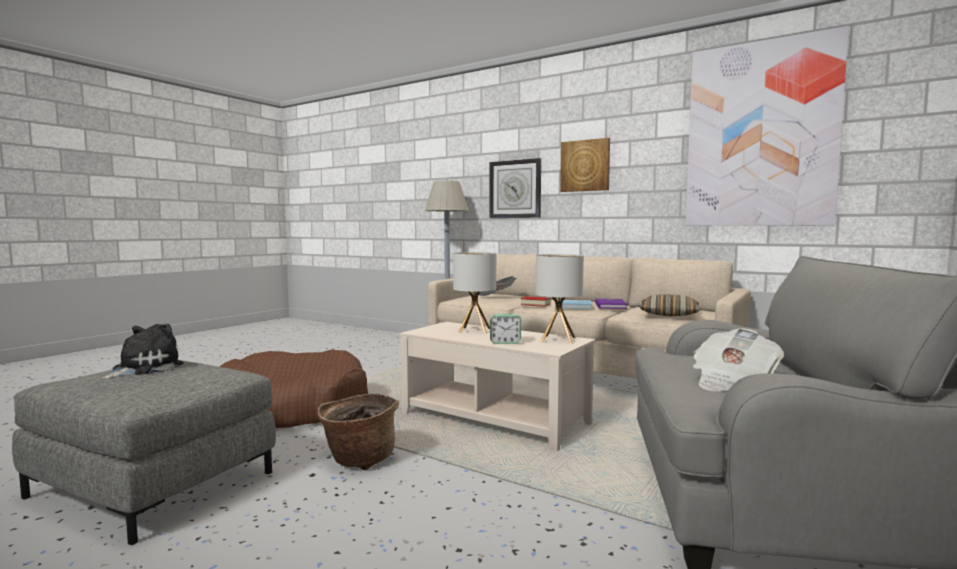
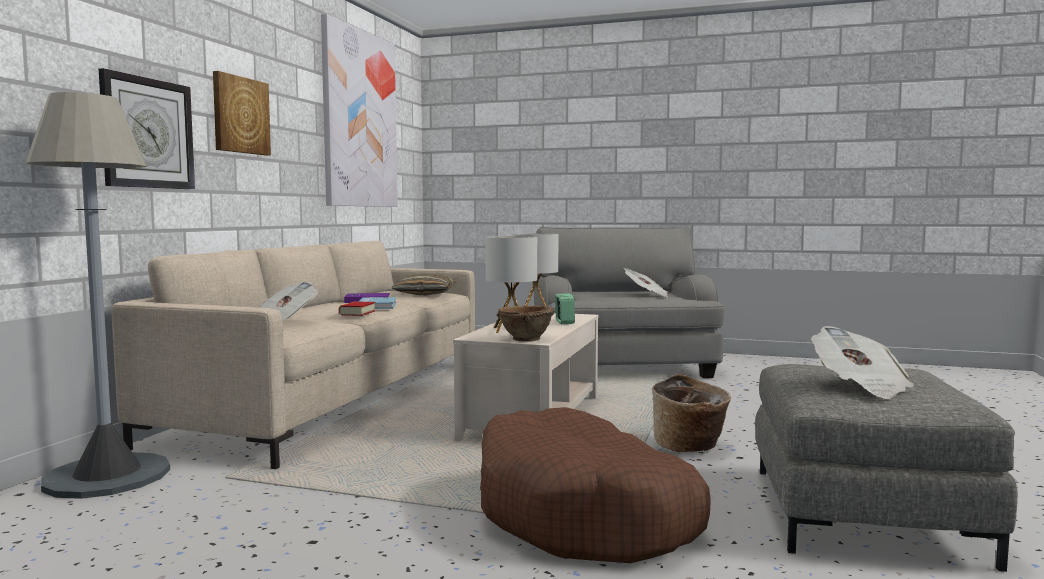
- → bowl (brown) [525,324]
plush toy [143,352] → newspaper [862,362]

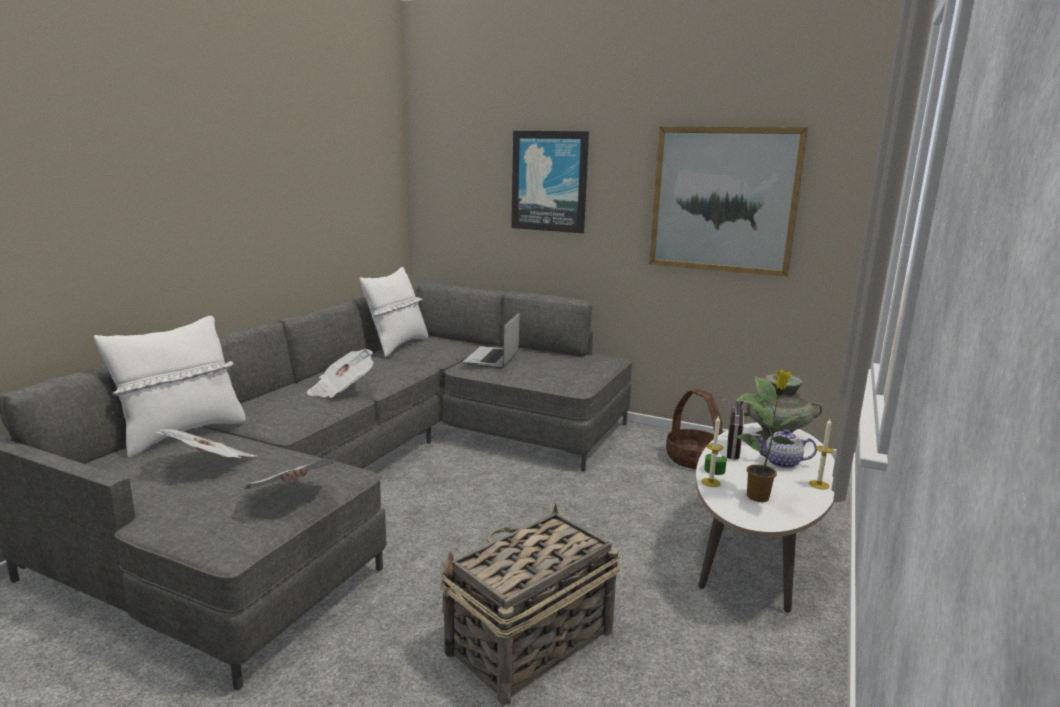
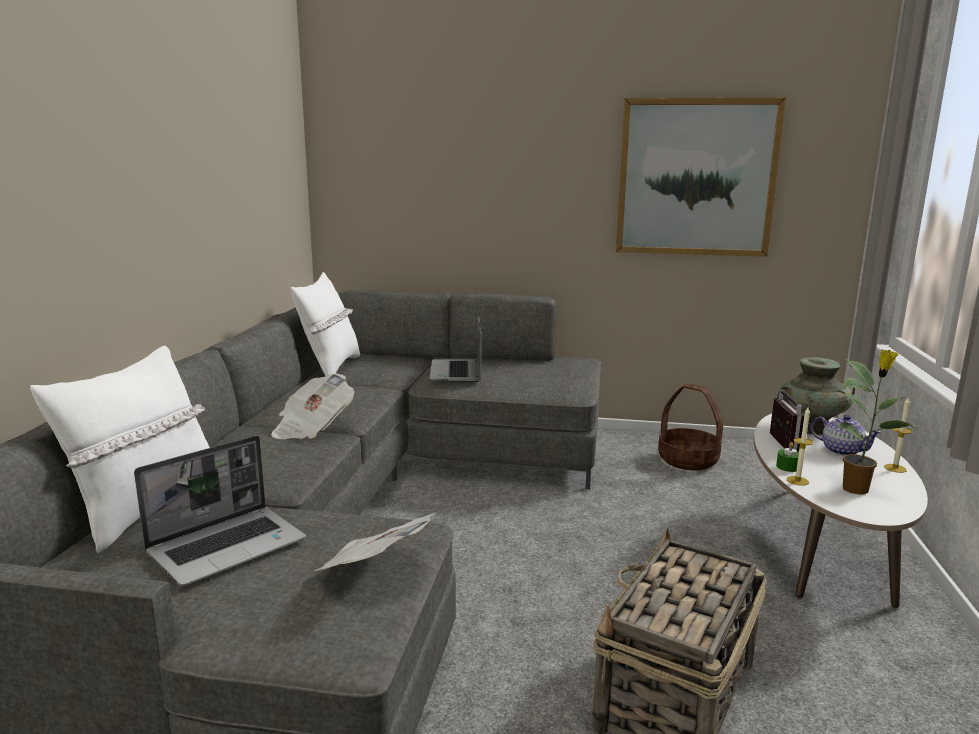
picture [550,182] → -
newspaper [206,443] → laptop [220,510]
teapot [785,448] → teapot [846,435], 135 degrees counterclockwise

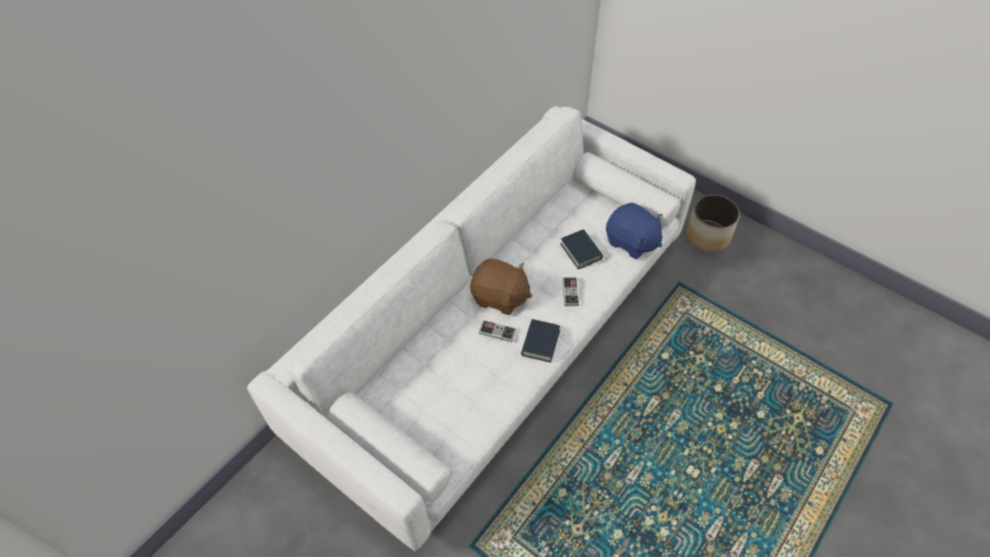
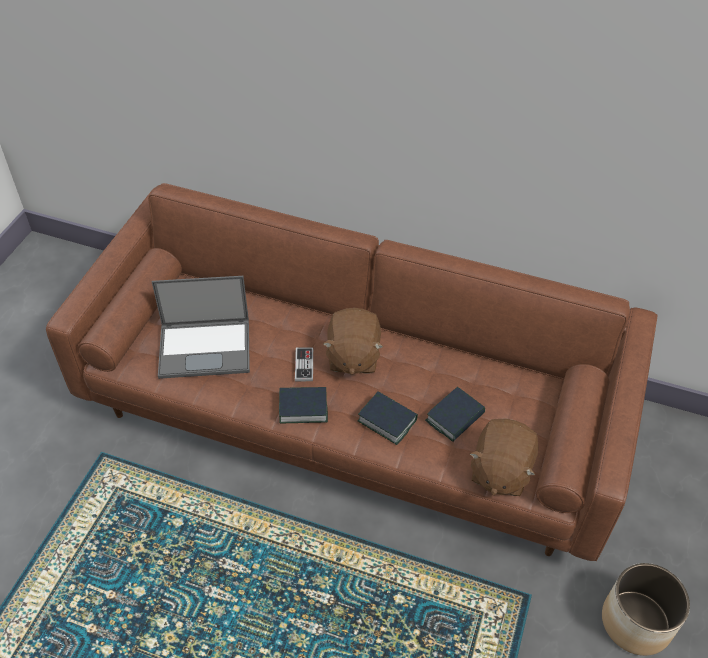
- → laptop [201,327]
game controller [570,291] → book [388,418]
sofa (white) [471,328] → sofa (brown) [352,372]
plush toy (blue) [634,231] → plush toy (brown) [504,457]

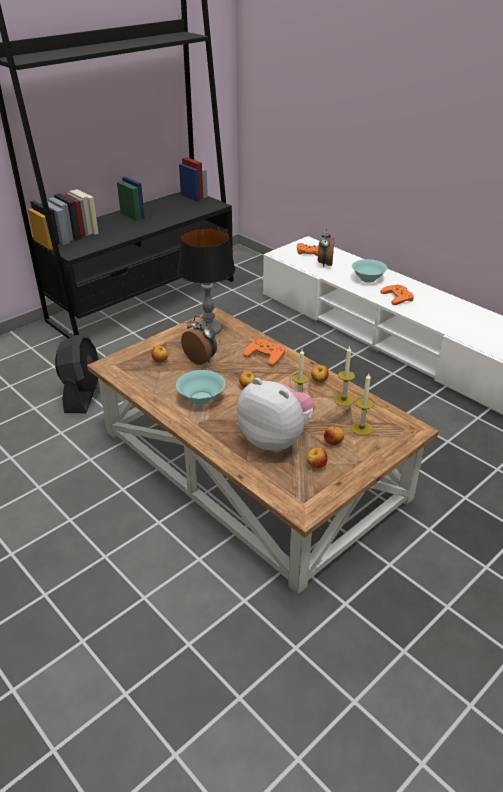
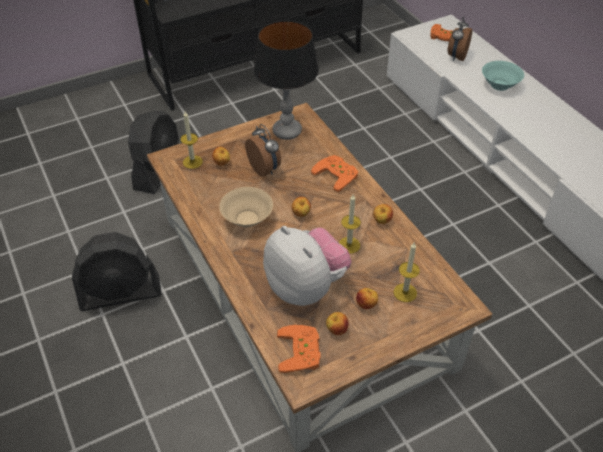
- → fan (black) [117,271]
candle [344,376] → candle [192,140], moved
game controller (orange) [397,294] → game controller (orange) [299,349], moved
bowl (turquoise) [200,387] → bowl (beige) [246,207]

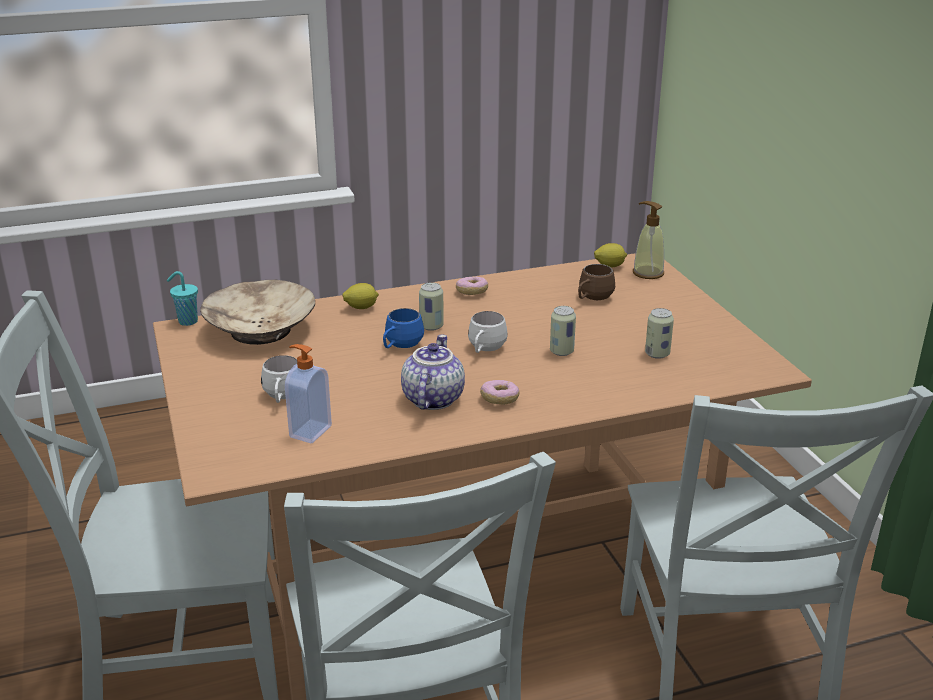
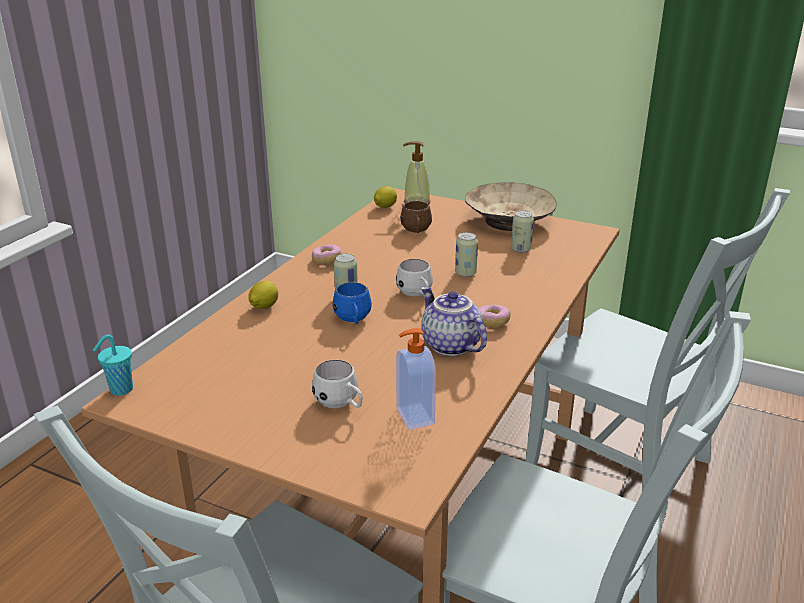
bowl (beige) [257,312] → bowl (beige) [511,206], moved

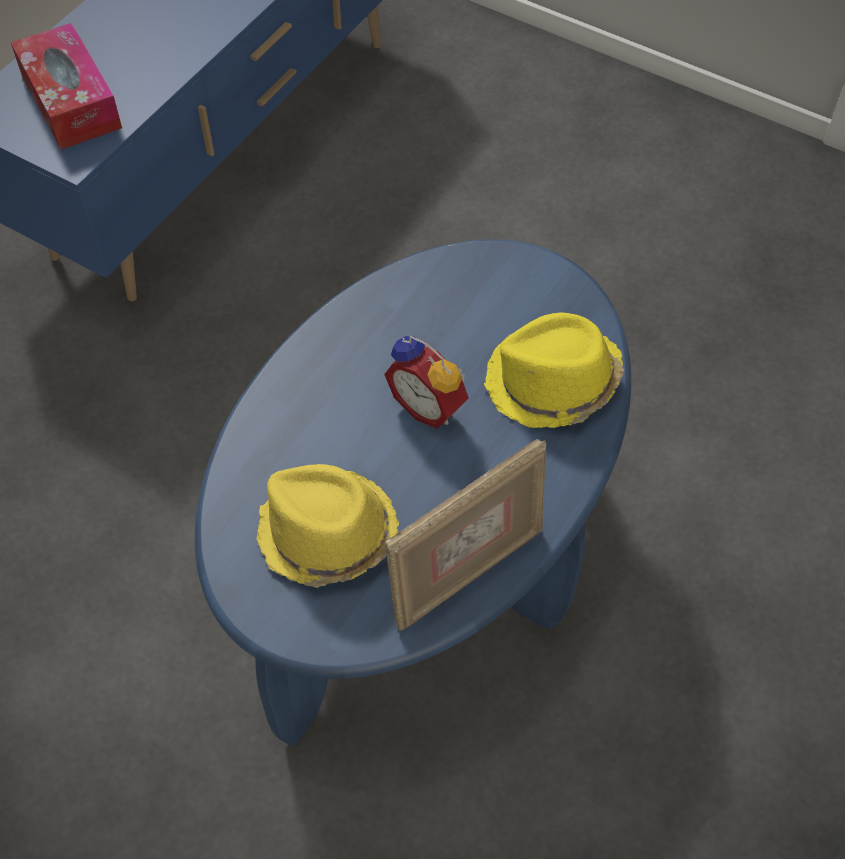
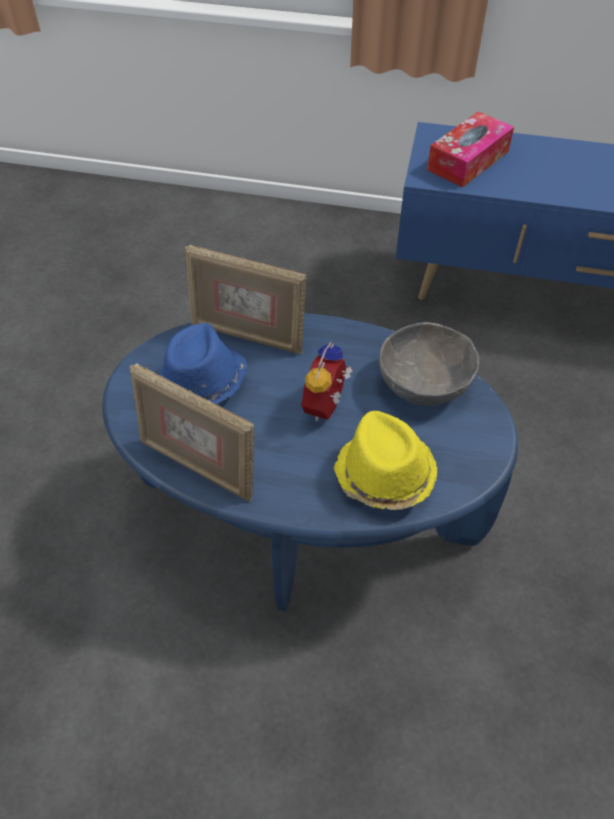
- → picture frame [245,300]
- → bowl (grey) [429,364]
hat (yellow) [328,526] → hat (blue) [203,363]

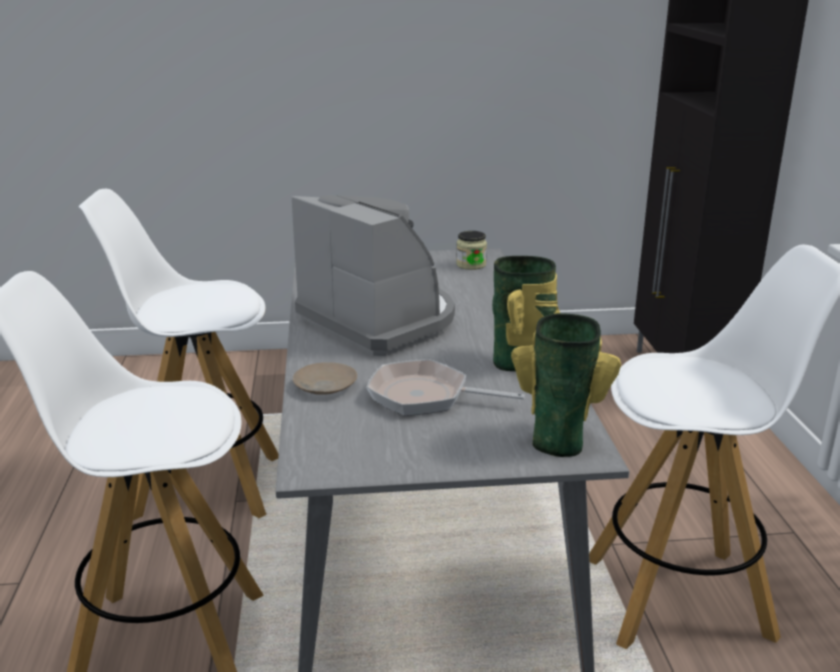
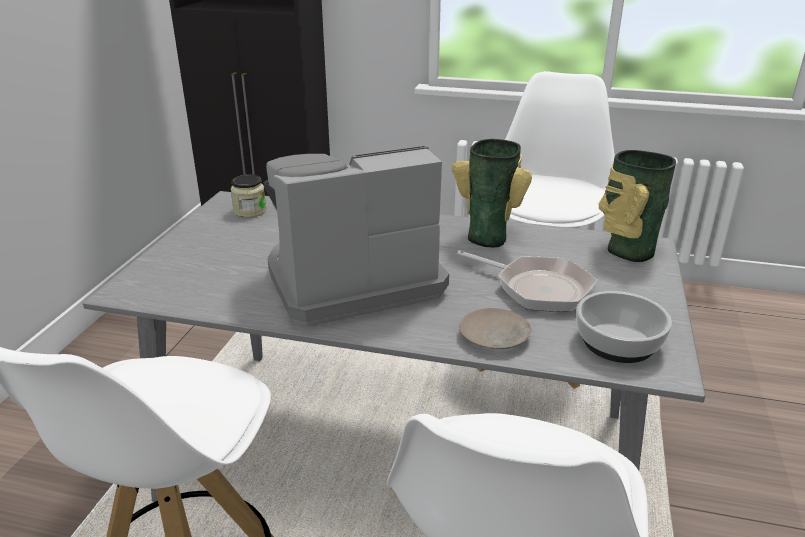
- → bowl [624,327]
frying pan [445,387] → frying pan [527,281], 90 degrees counterclockwise

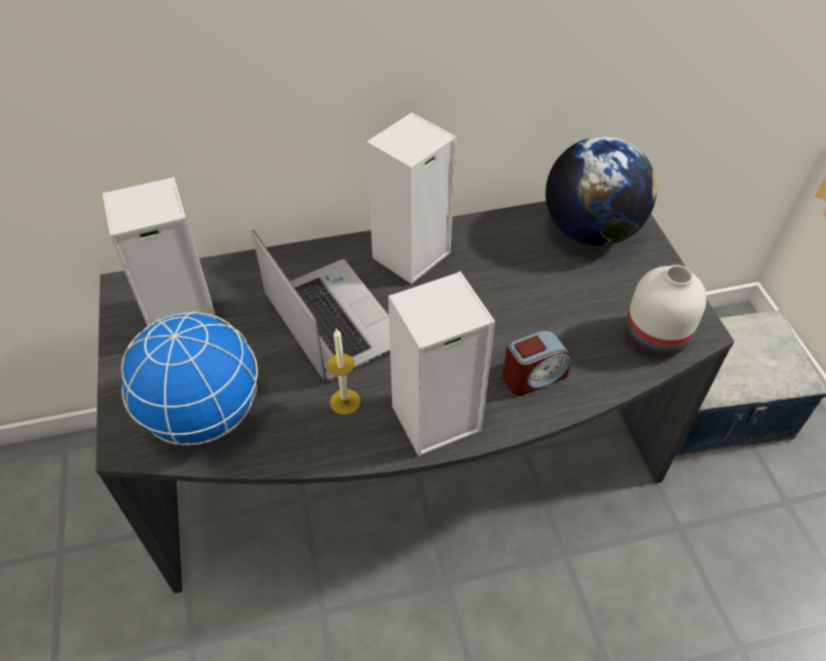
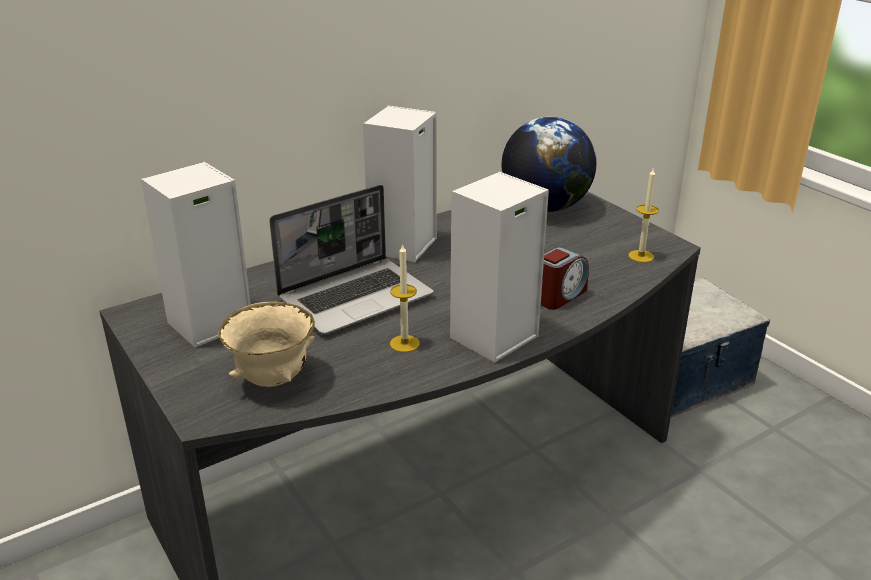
globe [189,378] → bowl (beige) [266,344]
vase (white) [666,311] → candle [644,215]
laptop [321,305] → laptop [351,259], 105 degrees clockwise

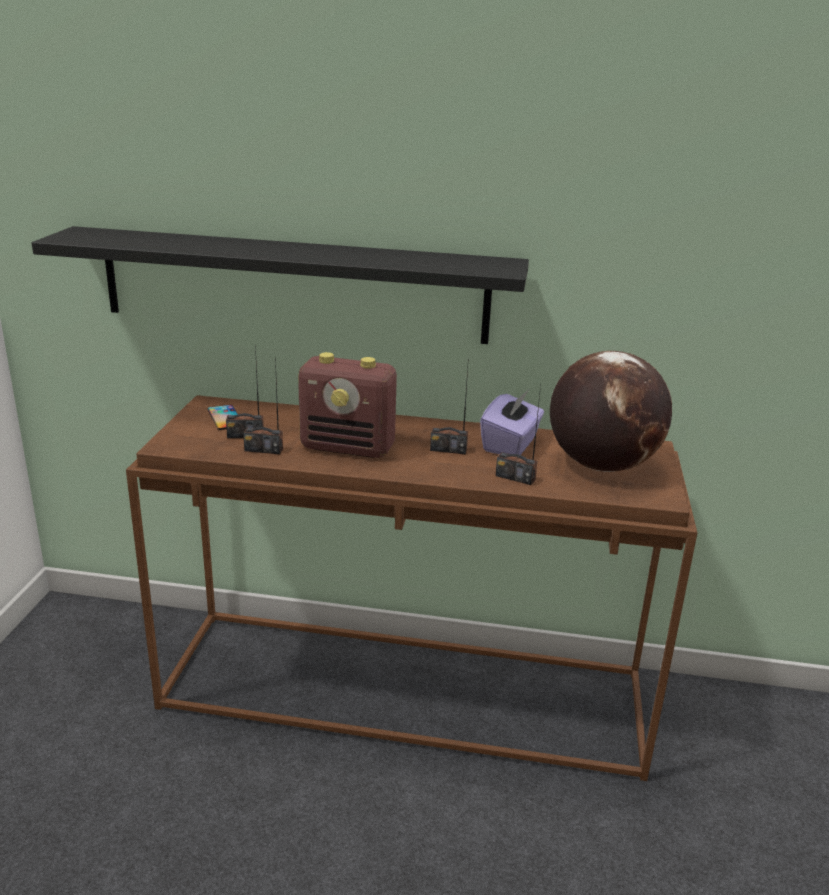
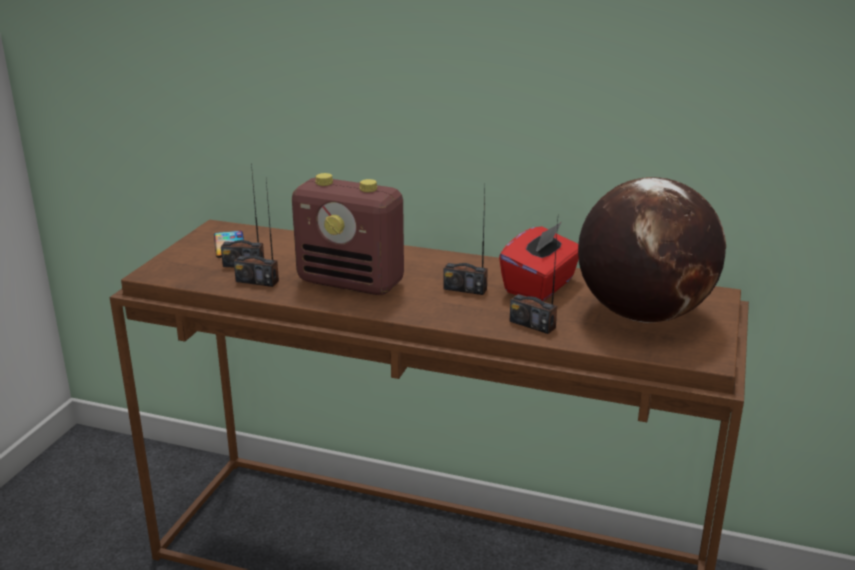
shelf (black) [280,285] → -
tissue box (purple) [512,422] → tissue box (red) [539,261]

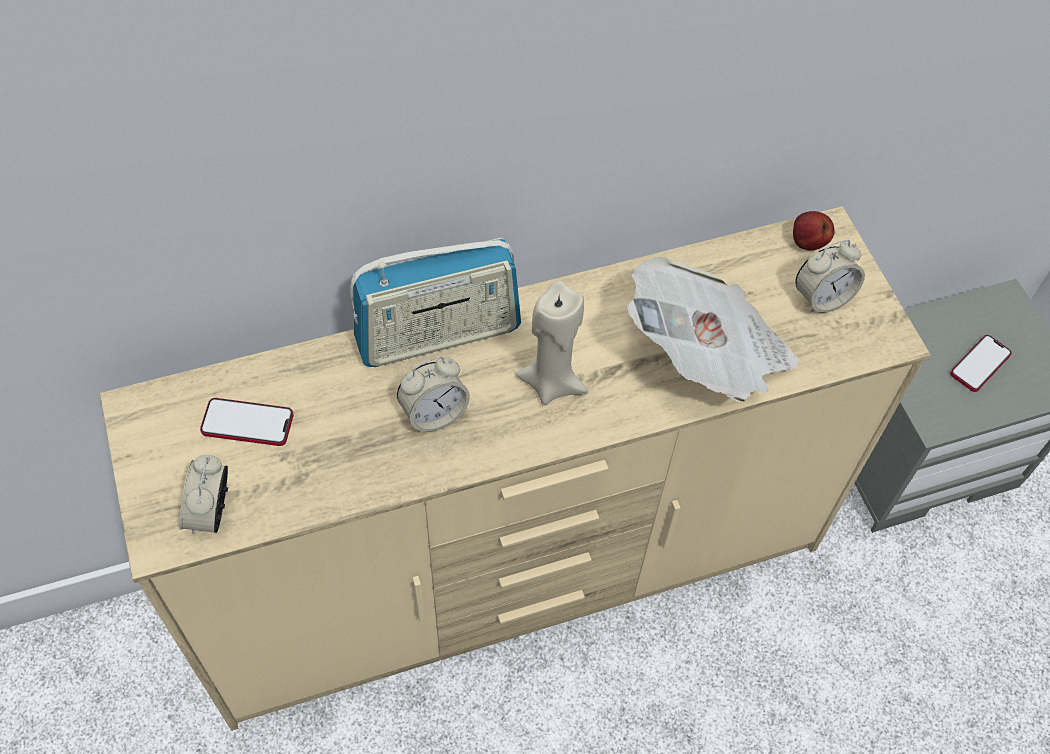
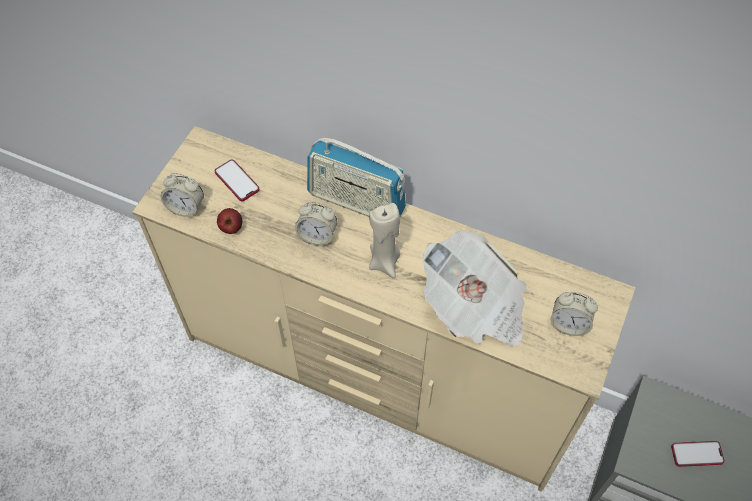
apple [814,231] → apple [229,221], moved
alarm clock [204,494] → alarm clock [182,195], 120 degrees counterclockwise

